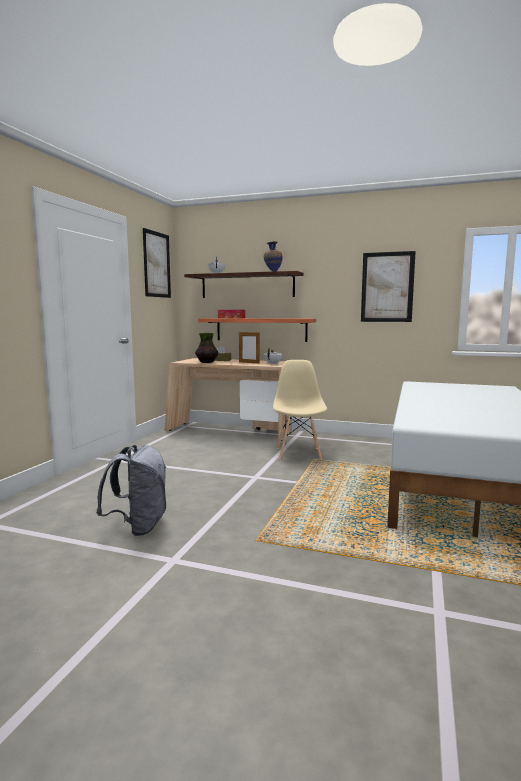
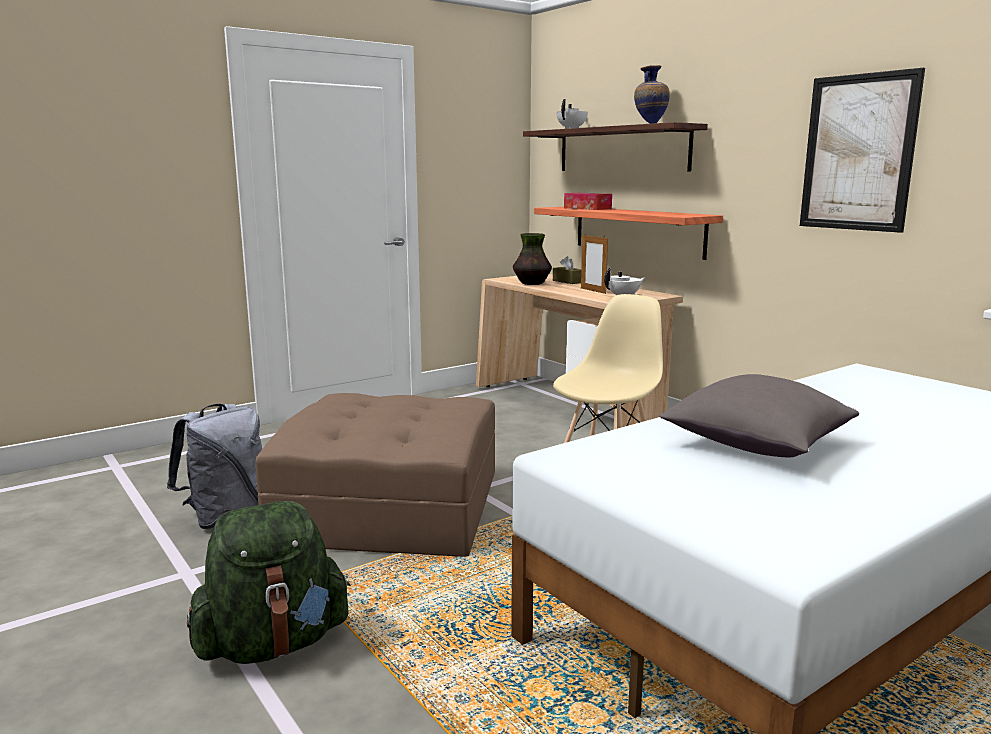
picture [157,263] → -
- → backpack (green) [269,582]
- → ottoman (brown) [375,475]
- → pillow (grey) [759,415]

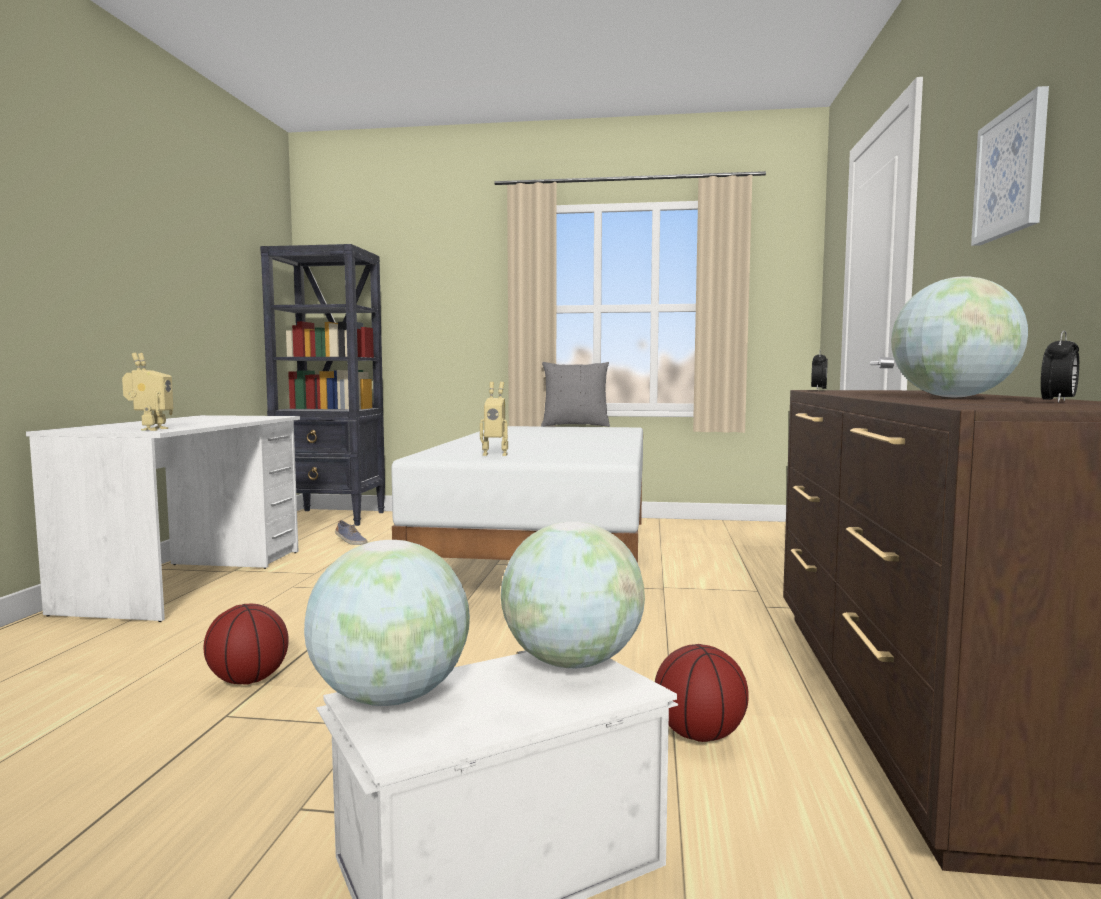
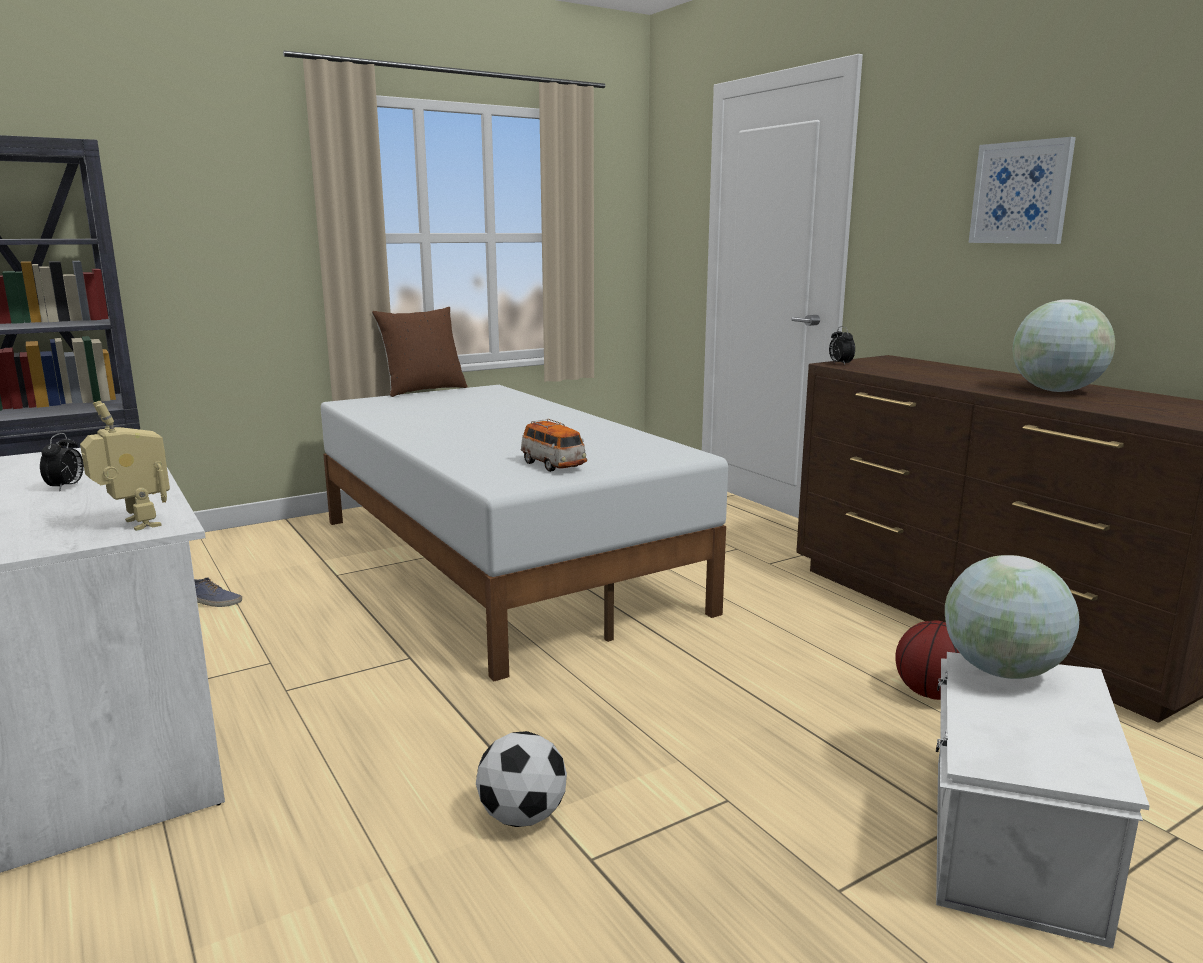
globe [387,623] → -
alarm clock [1060,367] → alarm clock [62,462], moved
basketball [246,644] → football [521,779]
toy robot [494,419] → toy car [554,445]
pillow (grey) [575,394] → pillow (brown) [419,352]

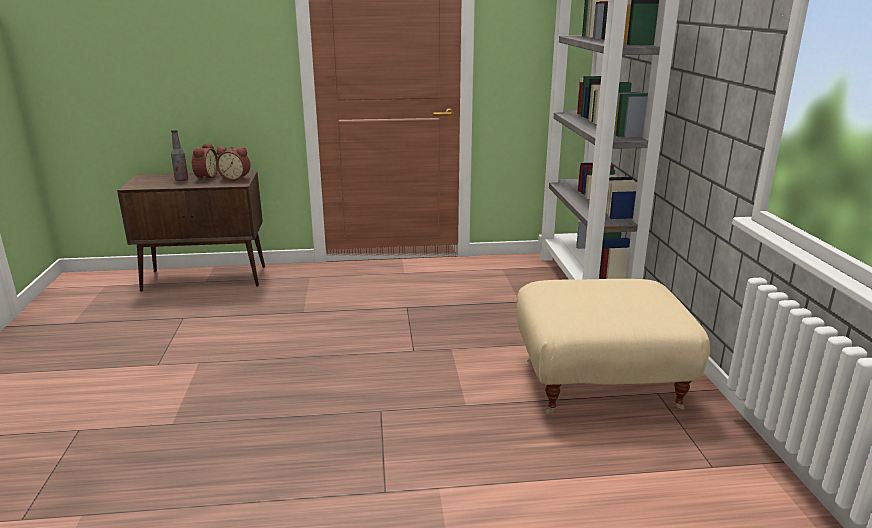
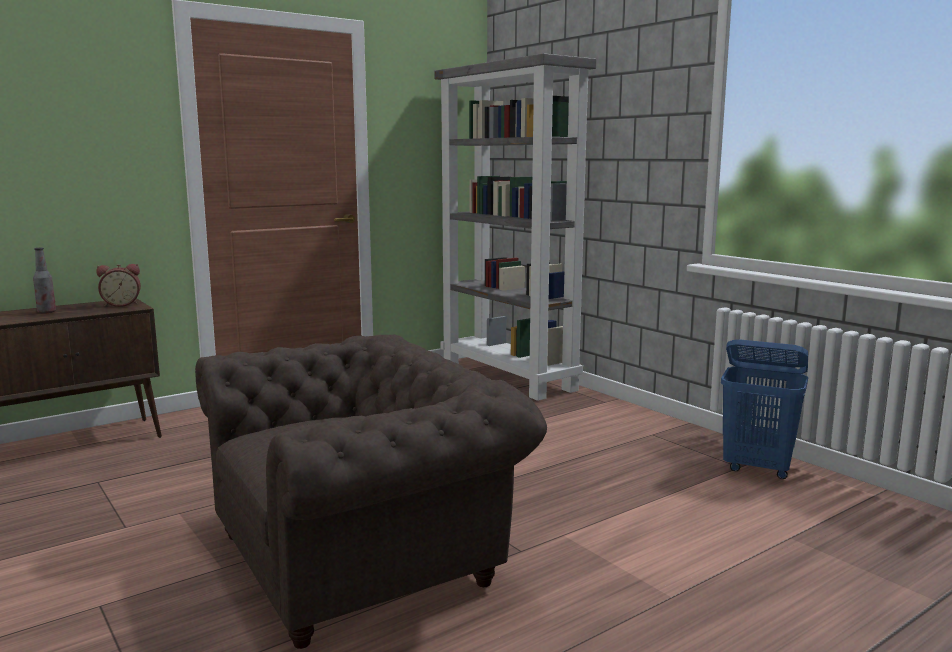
alarm clock [204,161] → -
ottoman (beige) [613,346] → -
- → armchair (brown) [371,491]
- → laundry basket (blue) [764,409]

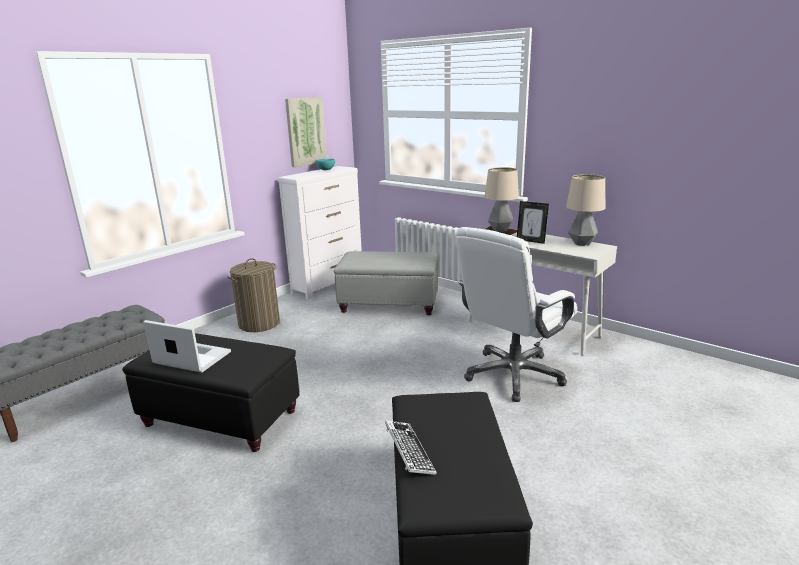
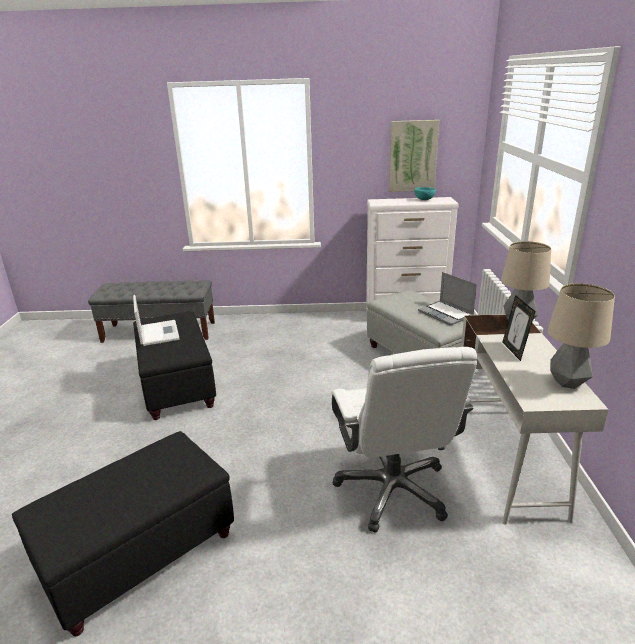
laundry basket [253,295] → -
keyboard [411,447] → -
- → laptop [447,299]
office chair (white) [516,314] → office chair (white) [404,440], 105 degrees counterclockwise

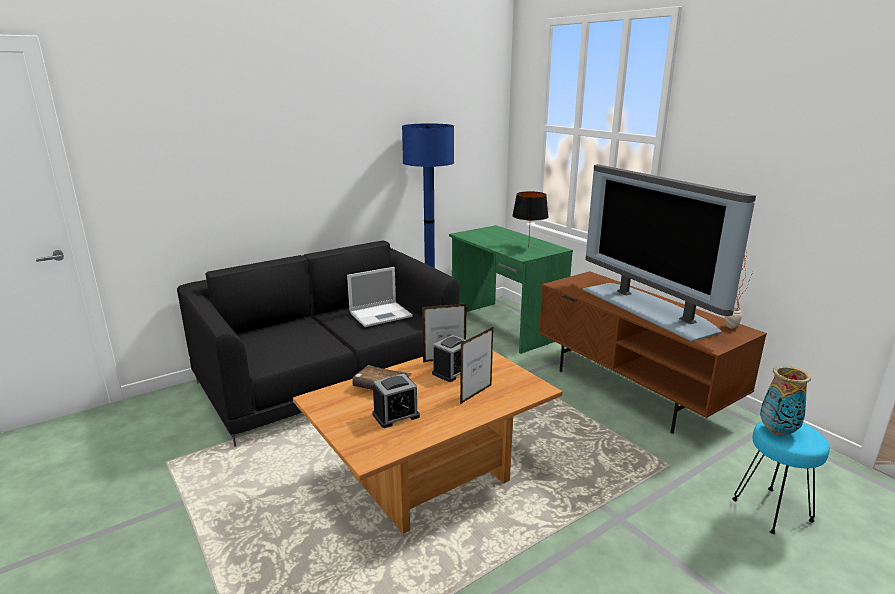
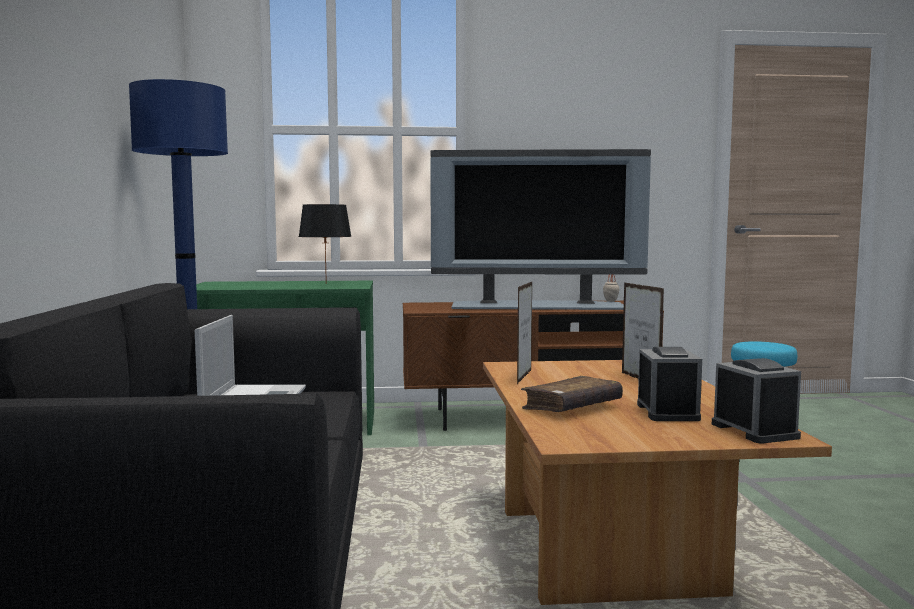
vase [785,400] → -
alarm clock [448,358] → alarm clock [756,401], moved

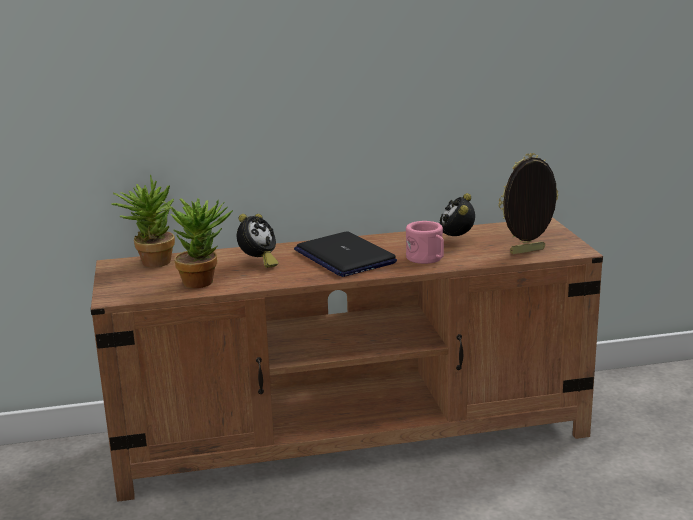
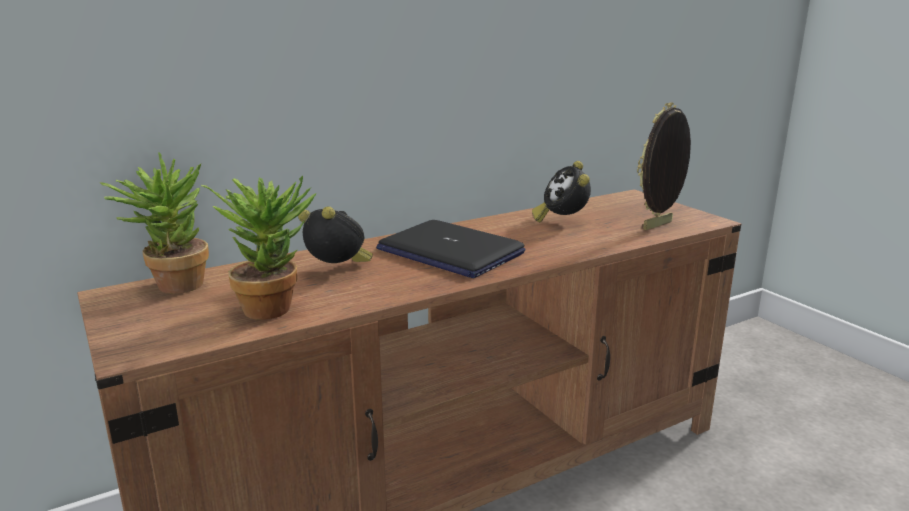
mug (pink) [425,242] → -
alarm clock [258,241] → alarm clock [335,234], 75 degrees counterclockwise

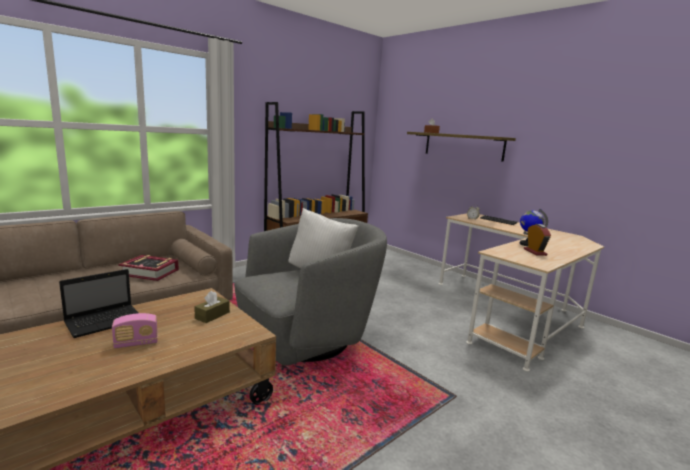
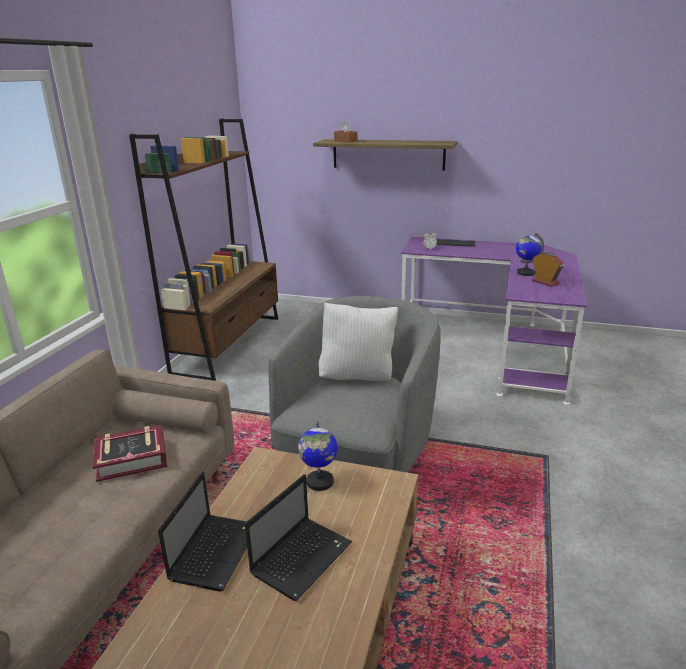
radio [135,331] → laptop [298,537]
tissue box (brown) [212,307] → globe [318,456]
desk (beige) [521,293] → desk (purple) [494,321]

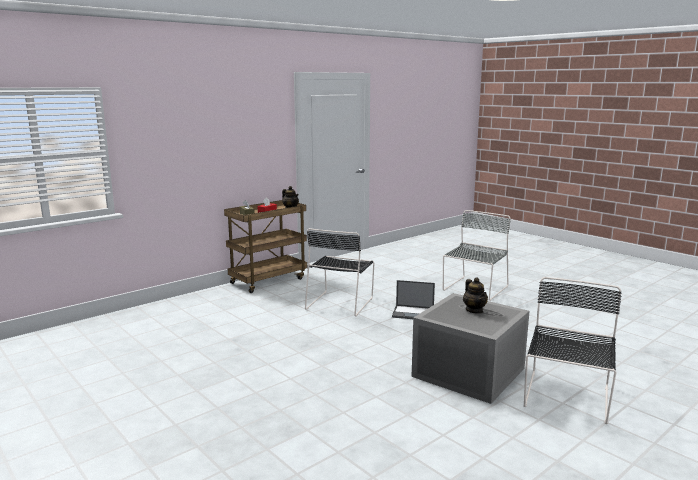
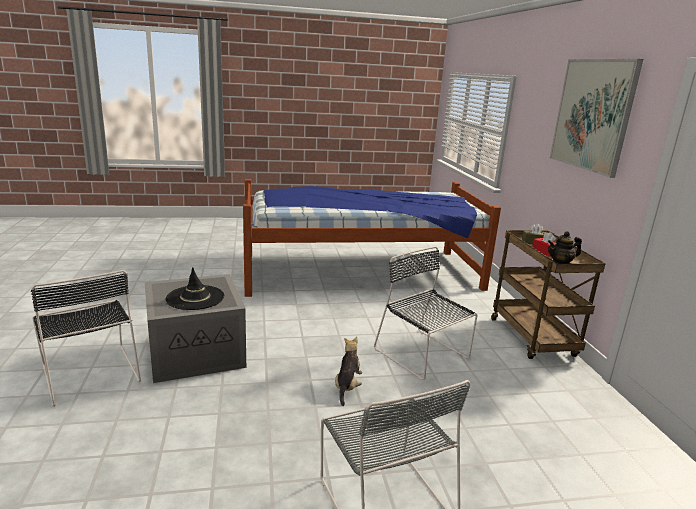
- → bed [372,238]
- → picture [596,118]
laptop [413,299] → plush toy [348,371]
teapot [475,295] → hat (black) [195,288]

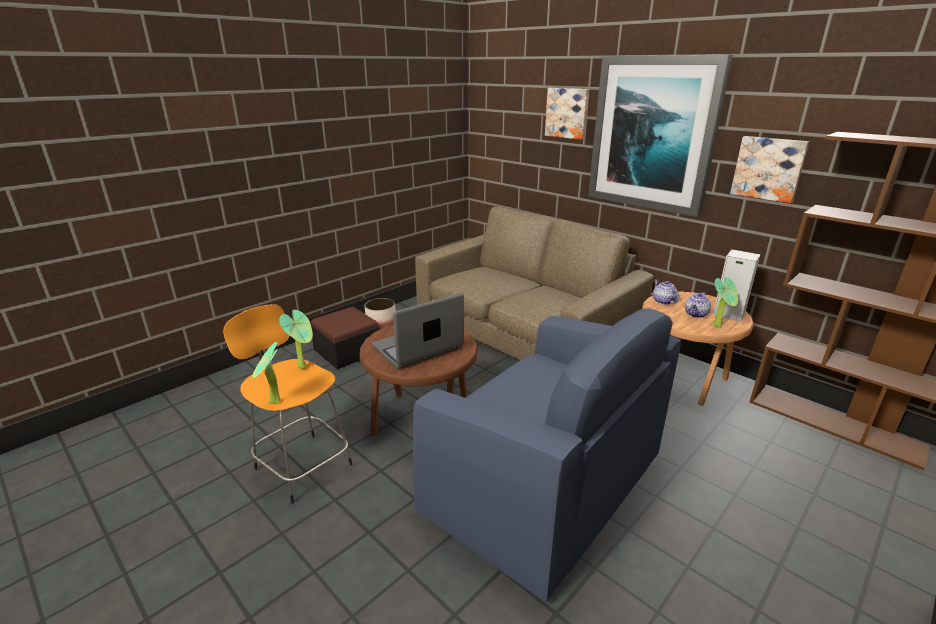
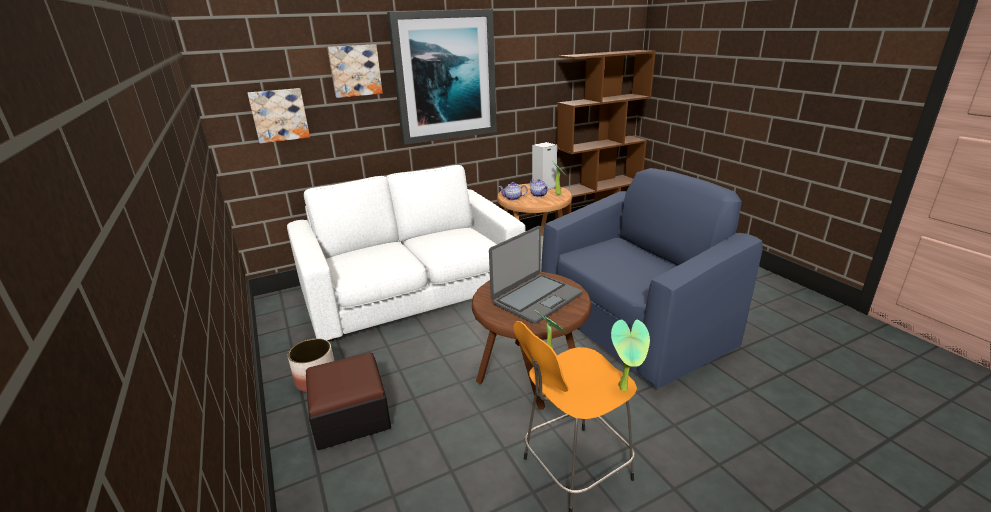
picture [769,169] → picture [278,116], moved
sofa (brown) [534,283] → sofa (white) [406,253]
laptop [418,331] → laptop [535,275], 120 degrees counterclockwise

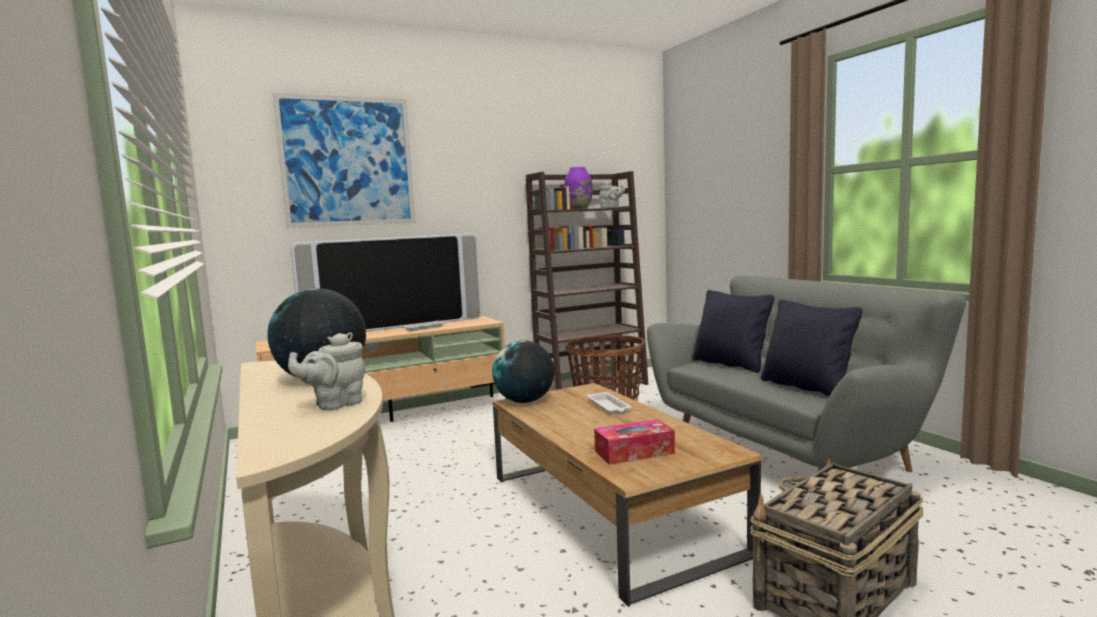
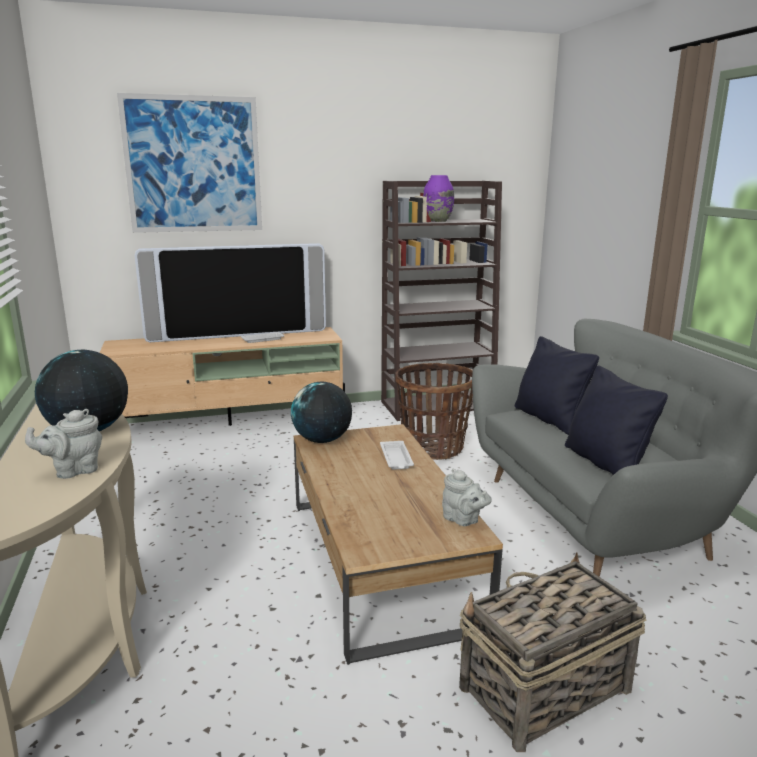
tissue box [634,442] → -
teapot (grey) [612,194] → teapot (grey) [467,497], moved

